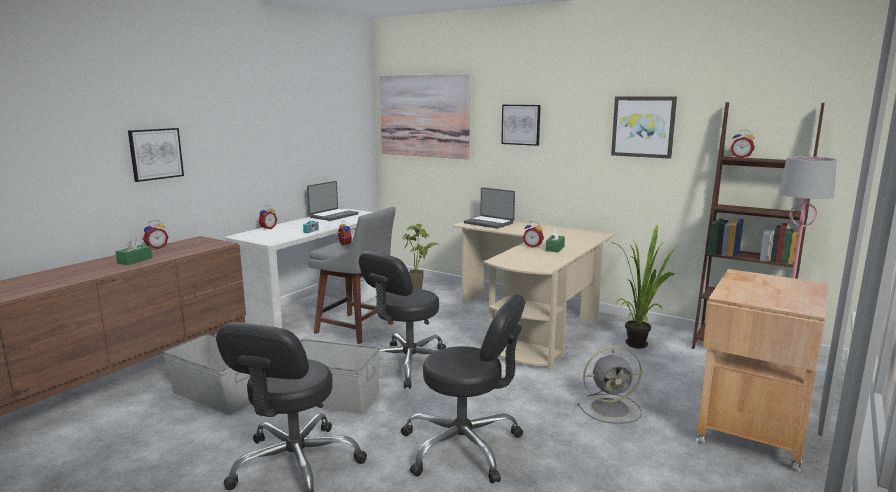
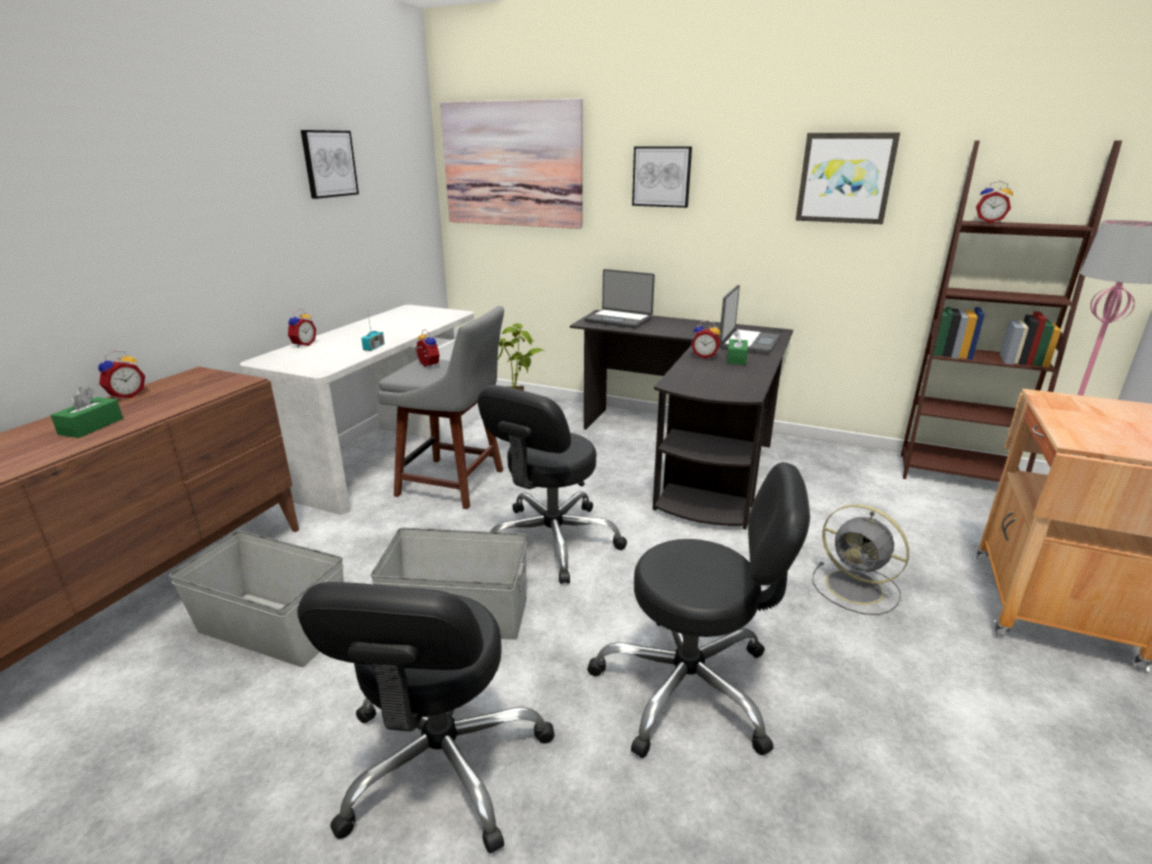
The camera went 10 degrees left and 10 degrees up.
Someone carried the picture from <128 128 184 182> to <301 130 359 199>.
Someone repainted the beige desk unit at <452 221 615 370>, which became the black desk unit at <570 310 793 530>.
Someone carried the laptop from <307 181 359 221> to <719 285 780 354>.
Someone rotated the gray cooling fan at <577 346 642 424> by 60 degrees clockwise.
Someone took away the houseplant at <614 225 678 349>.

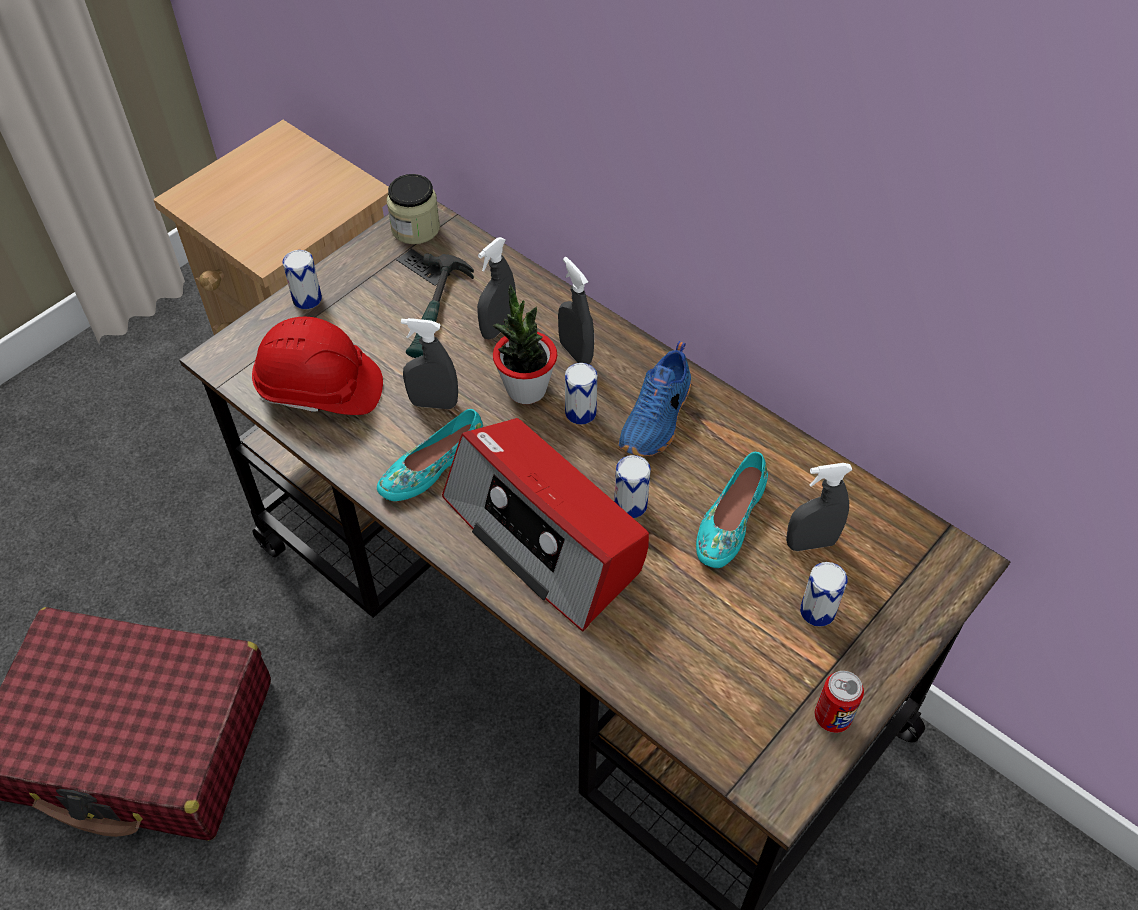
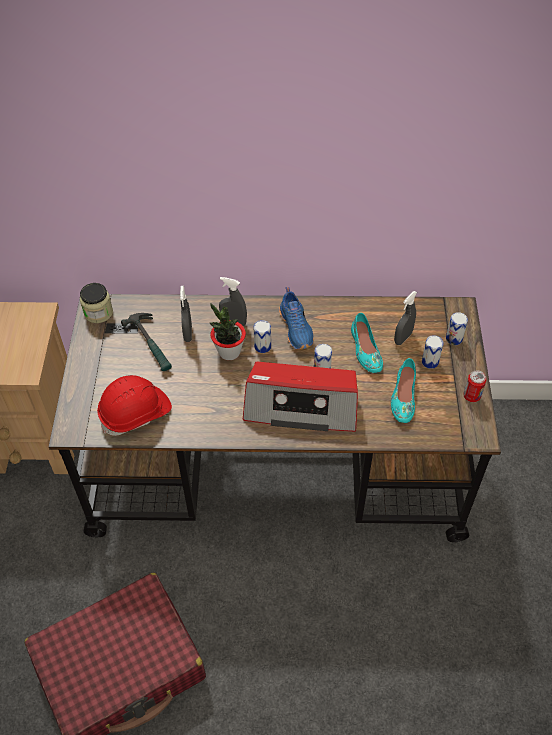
The camera went 40 degrees left and 0 degrees up.
Someone carried the turquoise item of footwear from <377 409 483 501> to <391 358 416 423>.
Someone carried the metal can from <283 250 322 309> to <446 312 468 345>.
Someone took away the gray sprayer at <401 318 458 409>.

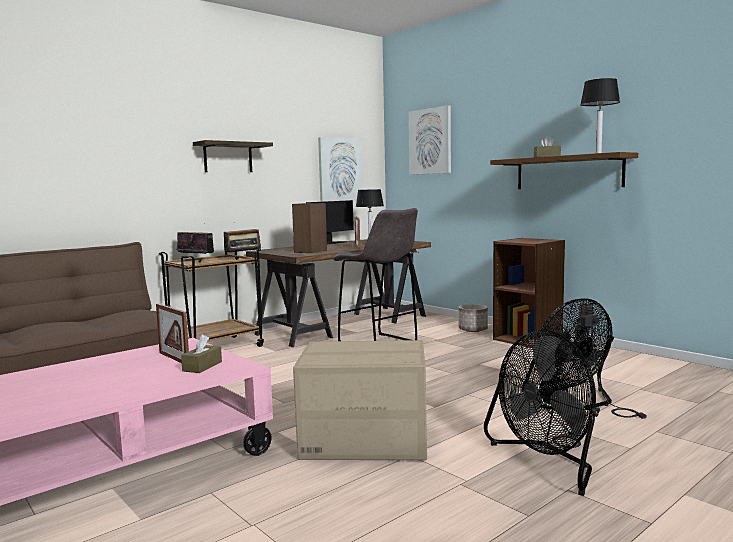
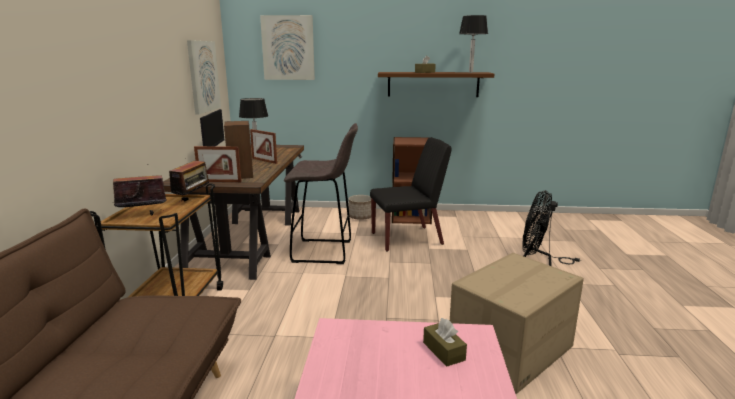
The camera went 45 degrees left and 10 degrees up.
Someone carried the standing frame from <156 303 189 363> to <194 146 242 182>.
Someone put down the black upright chair at <370 137 452 251>.
Someone took away the bracket shelf at <193 140 273 172>.
Someone took away the black cooling fan at <484 330 600 496>.

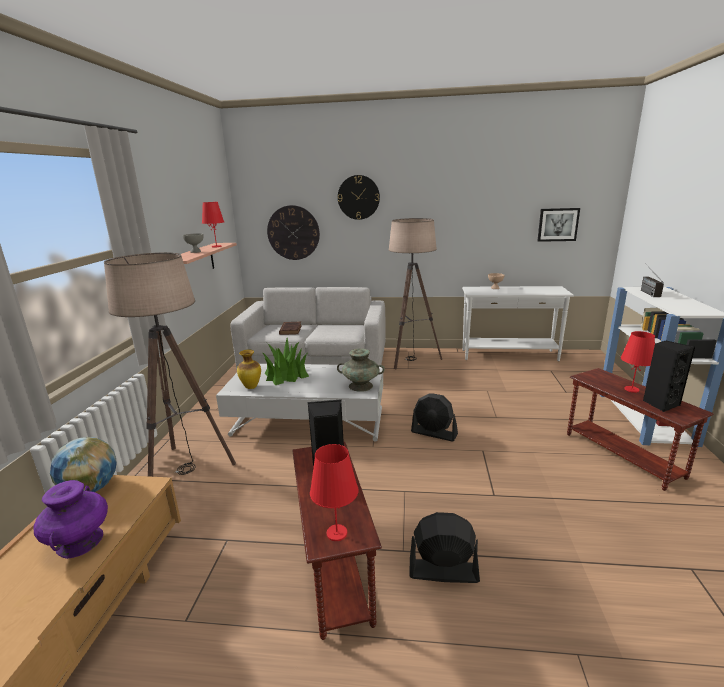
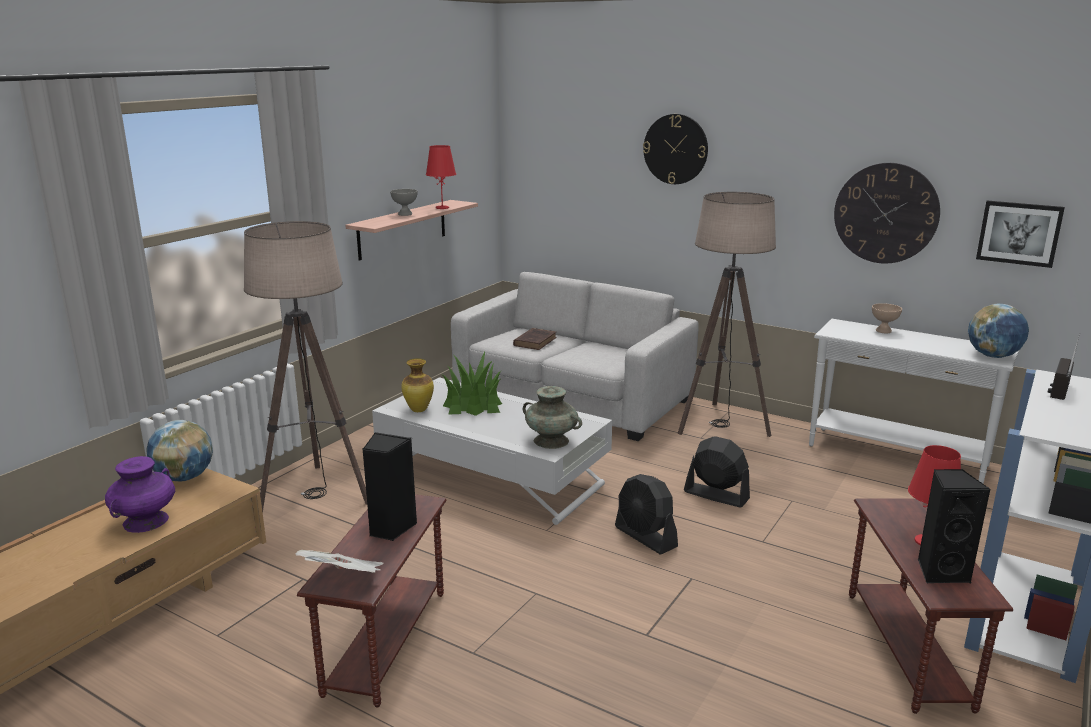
The camera went 25 degrees right and 0 degrees up.
Someone swapped the reddish tabletop lamp at <310 444 359 541> for the newspaper at <296 550 383 573>.
Someone carried the black cooling fan from <410 512 480 583> to <684 437 750 507>.
Someone carried the clock on the wall from <267 205 320 260> to <834 163 940 264>.
Someone put down the world globe at <968 304 1029 358>.

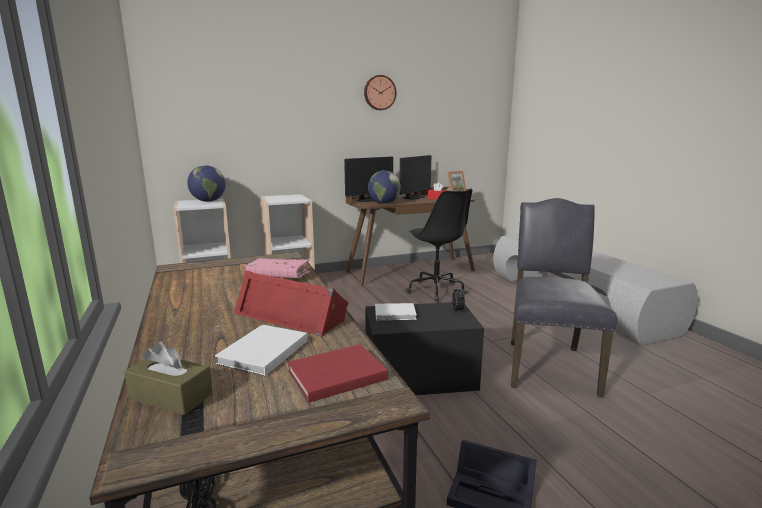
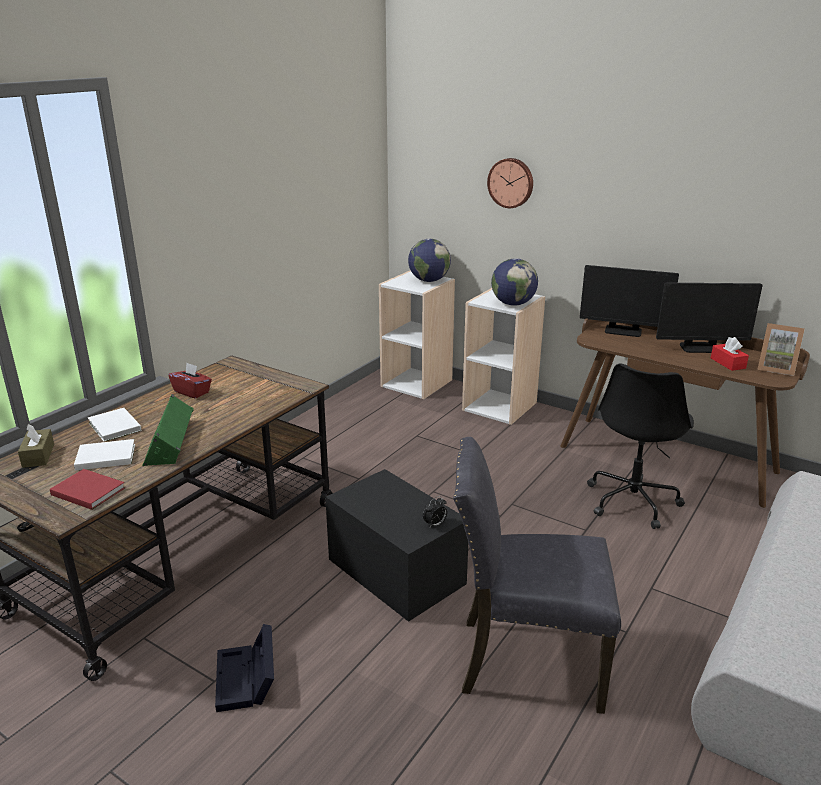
The camera went 55 degrees right and 10 degrees up.
Someone carried the whitish book from <375 303 417 320> to <88 408 141 442>.
Someone repainted the reddish speaker at <234 270 348 337>, which became the green speaker at <142 394 194 466>.
Someone put down the reddish tissue box at <168 363 212 399>.
Someone rotated the gray upright chair at <511 198 617 398> by 150 degrees counterclockwise.
Someone carried the clock on the wall from <364 75 397 110> to <487 158 533 208>.
Someone carried the world globe from <368 170 401 204> to <491 258 538 306>.
Someone took away the pink book at <246 258 310 278>.

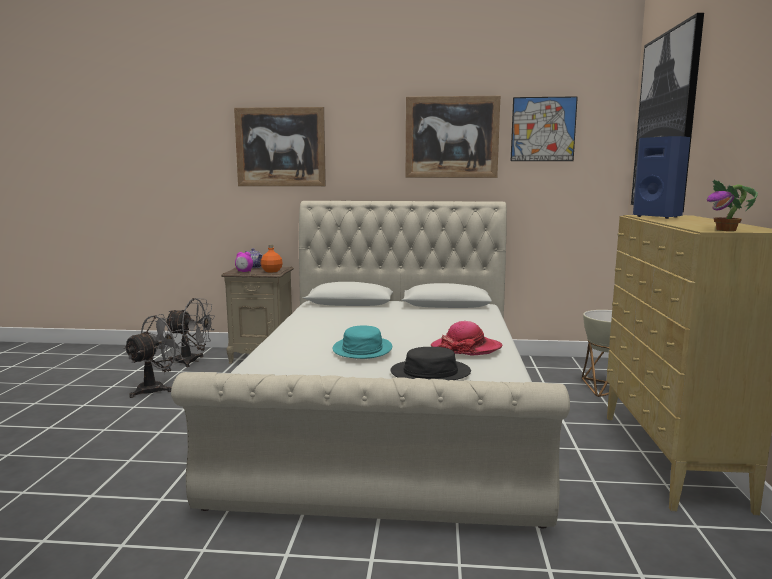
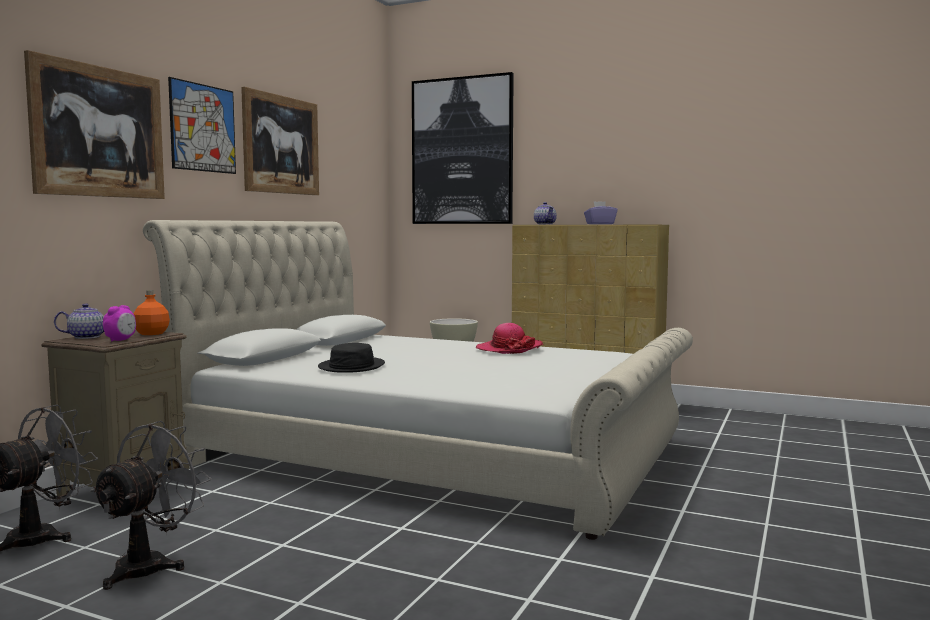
The camera went 70 degrees left and 5 degrees down.
Someone rotated the gray cooling fan at <123 314 186 398> by 60 degrees clockwise.
Someone carried the picture from <511 96 578 161> to <168 77 236 174>.
Someone carried the black wearable hat from <390 347 471 380> to <318 343 385 373>.
Someone swapped the bluish speaker at <633 136 690 219> for the teapot at <534 202 557 224>.
Someone put down the purple tissue box at <584 201 617 224>.
Someone took away the turquoise wearable hat at <332 325 392 359>.
Someone took away the houseplant at <707 180 758 231>.

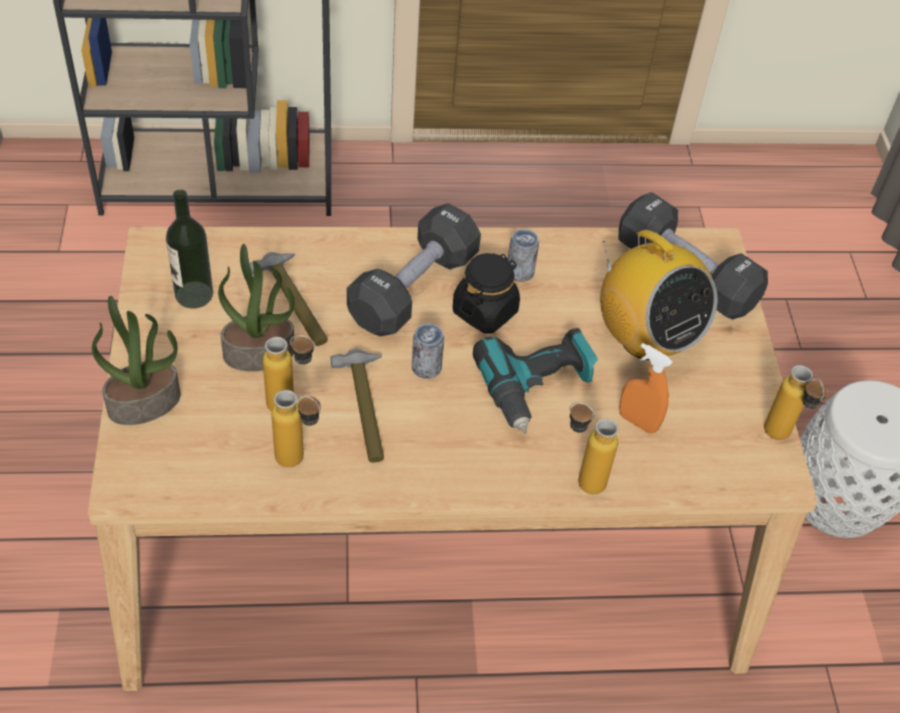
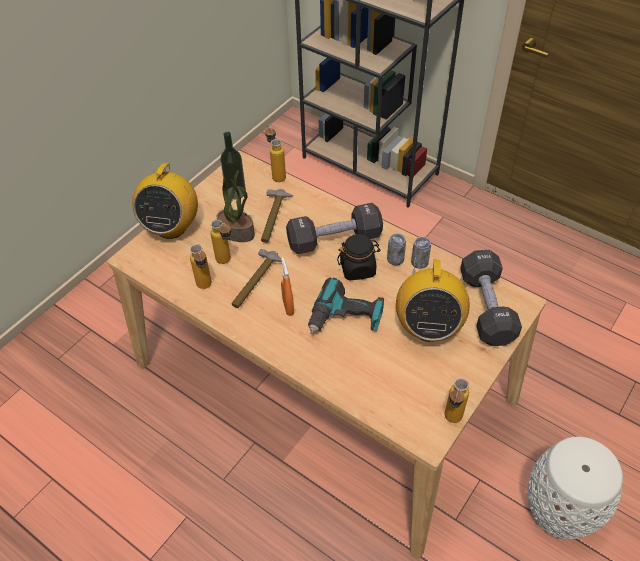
The camera went 45 degrees right and 0 degrees up.
Someone swapped the houseplant at <92 296 180 425> for the radio set at <132 161 198 239>.
Someone carried the bottle from <569 402 618 494> to <265 125 286 182>.
Someone carried the orangey sprayer from <619 343 673 434> to <281 257 294 316>.
Someone carried the metal can from <412 323 444 379> to <411 237 431 269>.

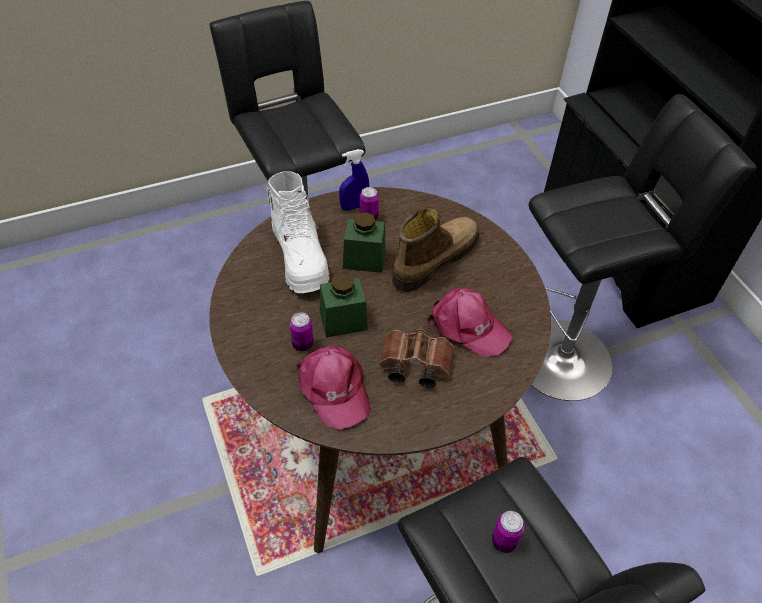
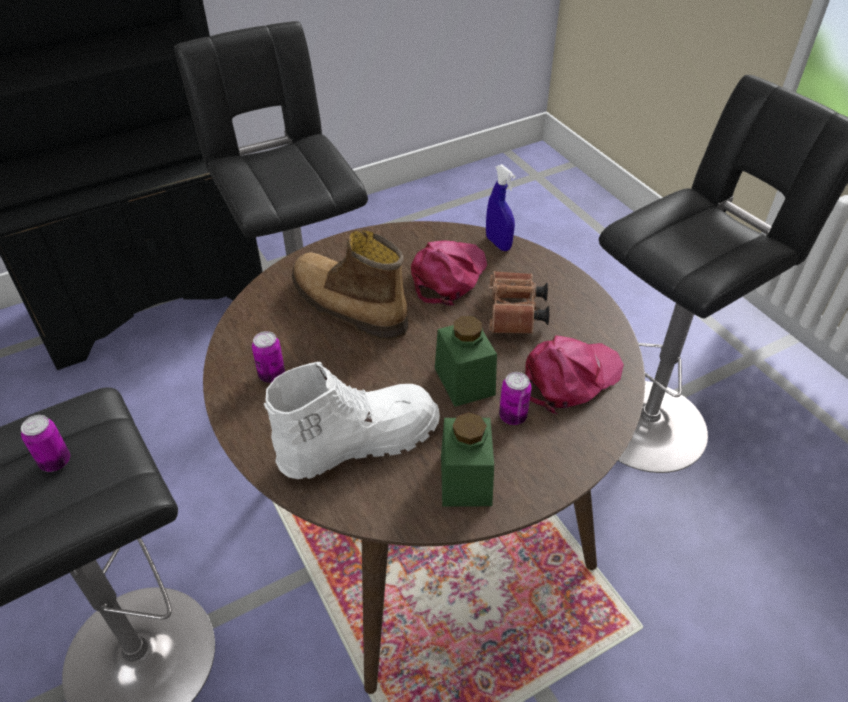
The camera went 95 degrees left and 5 degrees down.
Someone carried the metal can from <492 511 524 553> to <21 415 70 472>.
Someone carried the green jar from <343 212 385 273> to <441 412 494 507>.
Someone carried the bluish sprayer from <339 149 369 211> to <486 164 515 251>.

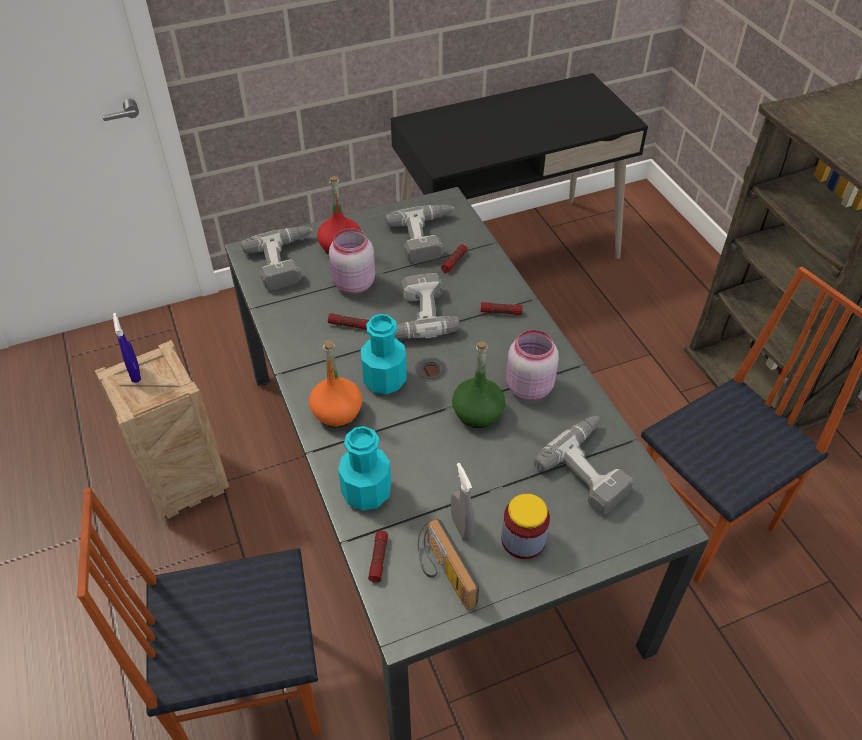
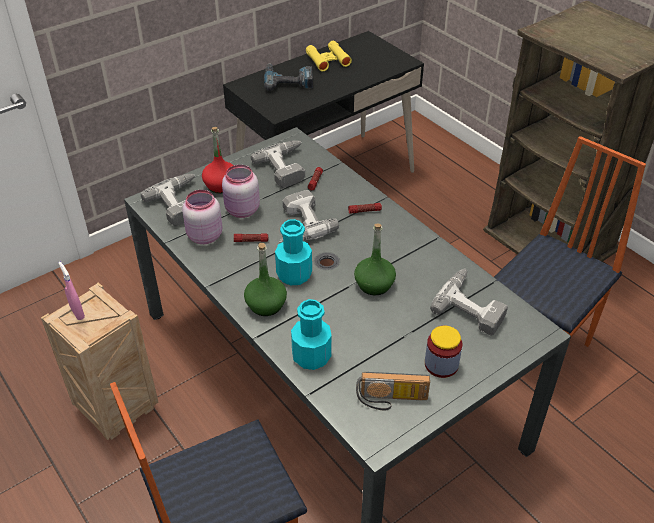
The camera went 15 degrees left and 5 degrees down.
Someone repainted the bluish sprayer at <113 313 141 383>, which became the pink sprayer at <59 262 85 320>.
Someone carried the pink jar from <506 330 559 400> to <182 190 223 244>.
Someone repainted the orangey bottle at <309 340 362 427>, which became the green bottle at <244 243 287 316>.
Someone put down the electric drill at <264 63 313 91>.
Someone put down the yellow-coloured field glasses at <306 41 352 71>.
Someone rotated the radio set at <418 519 479 610> by 45 degrees counterclockwise.
Someone took away the flashlight at <368 530 388 583>.
Someone took away the gray sprayer at <451 463 475 541>.

